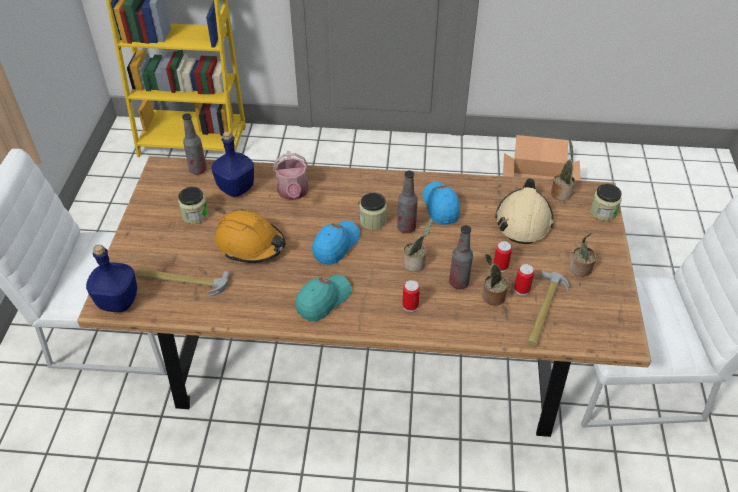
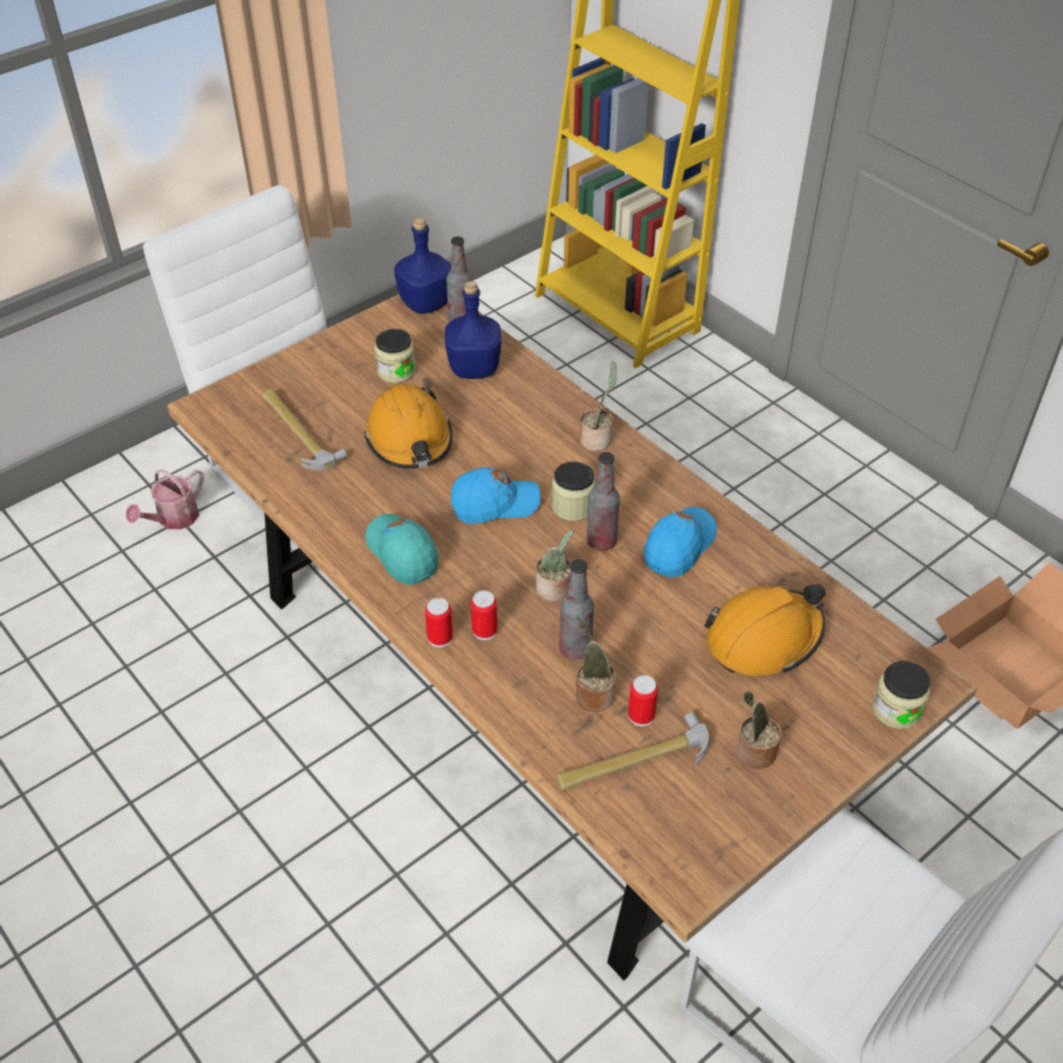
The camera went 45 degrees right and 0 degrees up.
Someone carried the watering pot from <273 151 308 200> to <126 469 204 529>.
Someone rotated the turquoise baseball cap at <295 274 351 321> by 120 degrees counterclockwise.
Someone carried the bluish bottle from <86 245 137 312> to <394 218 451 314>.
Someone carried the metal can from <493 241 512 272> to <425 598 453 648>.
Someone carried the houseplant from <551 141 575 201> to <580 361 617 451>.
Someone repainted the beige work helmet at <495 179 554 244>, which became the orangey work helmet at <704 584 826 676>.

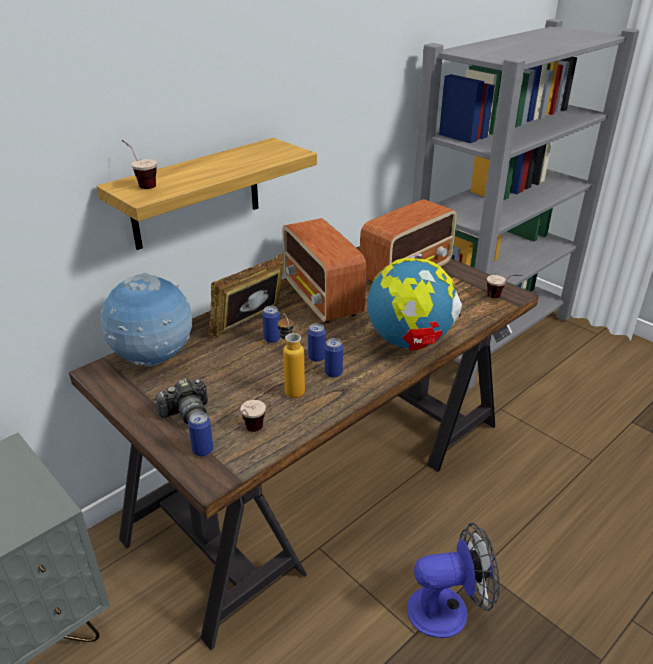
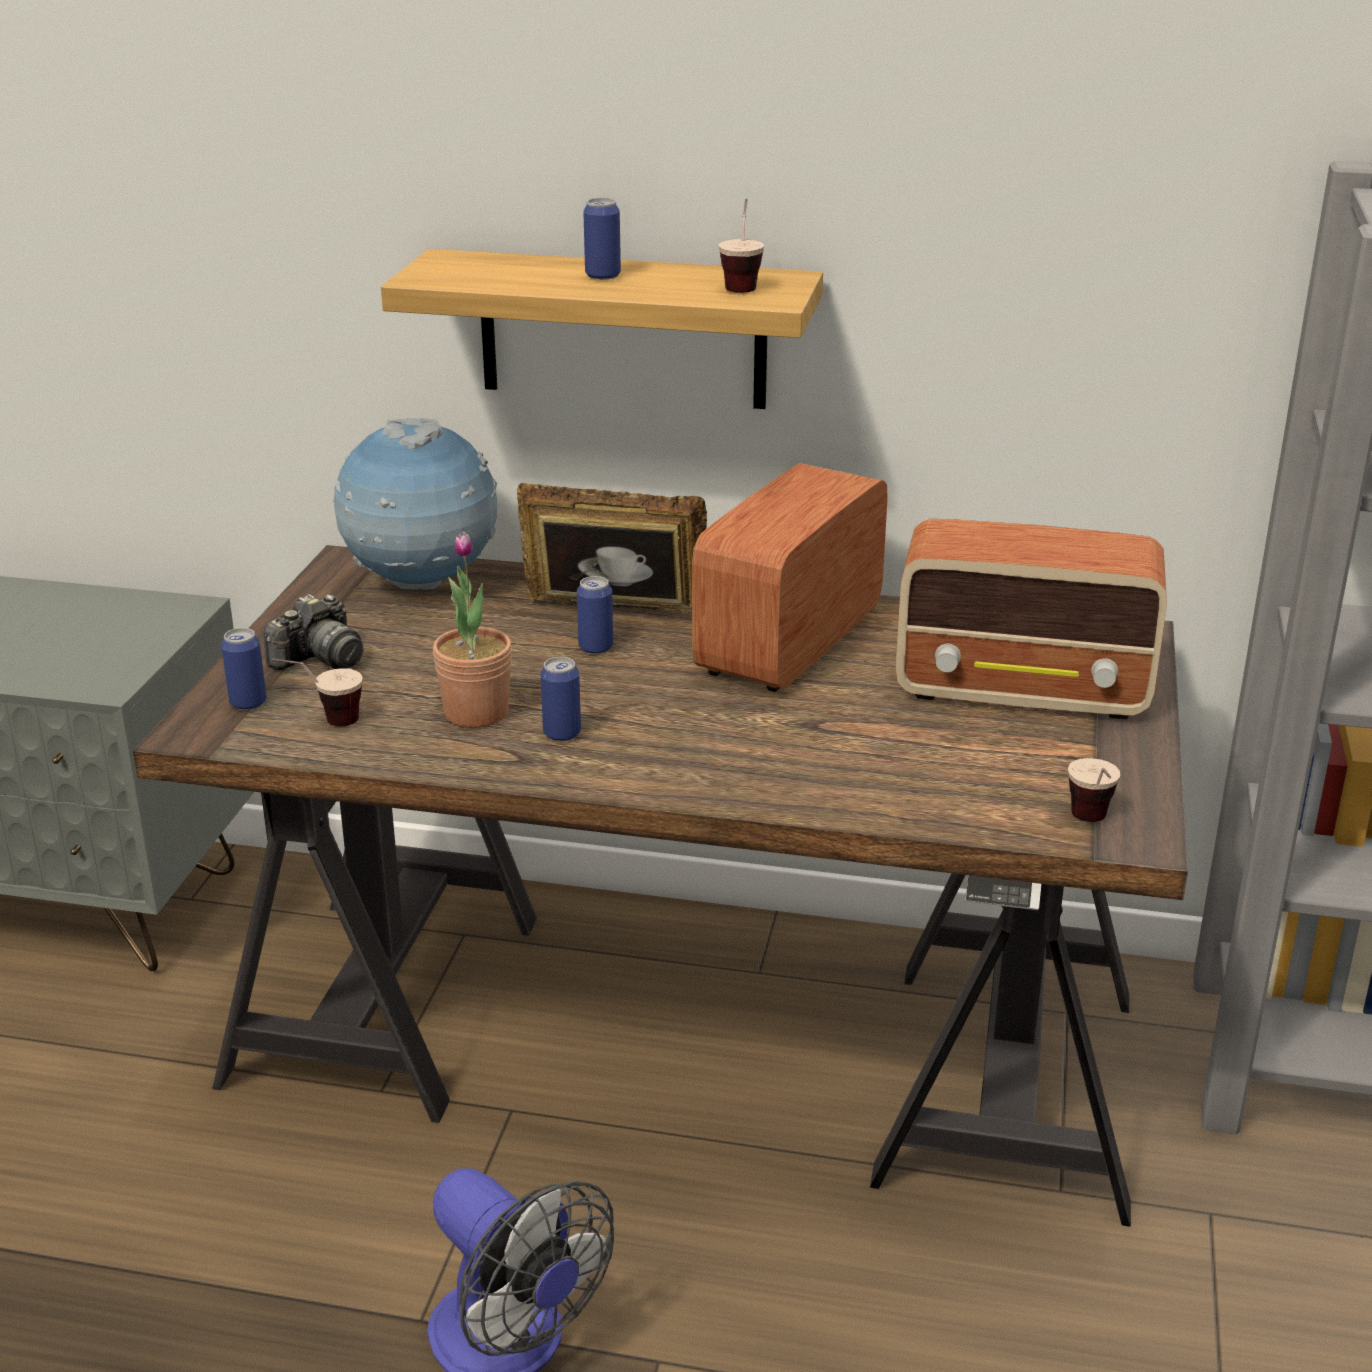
The camera went 55 degrees right and 5 degrees down.
Someone rotated the photo camera at <155 379 208 424> by 75 degrees counterclockwise.
Someone swapped the bottle at <278 313 305 398> for the houseplant at <433 531 512 728>.
Someone carried the metal can from <308 323 326 362> to <583 198 621 280>.
Someone carried the cup from <122 140 157 189> to <718 199 764 293>.
Someone took away the world globe at <367 254 462 351>.

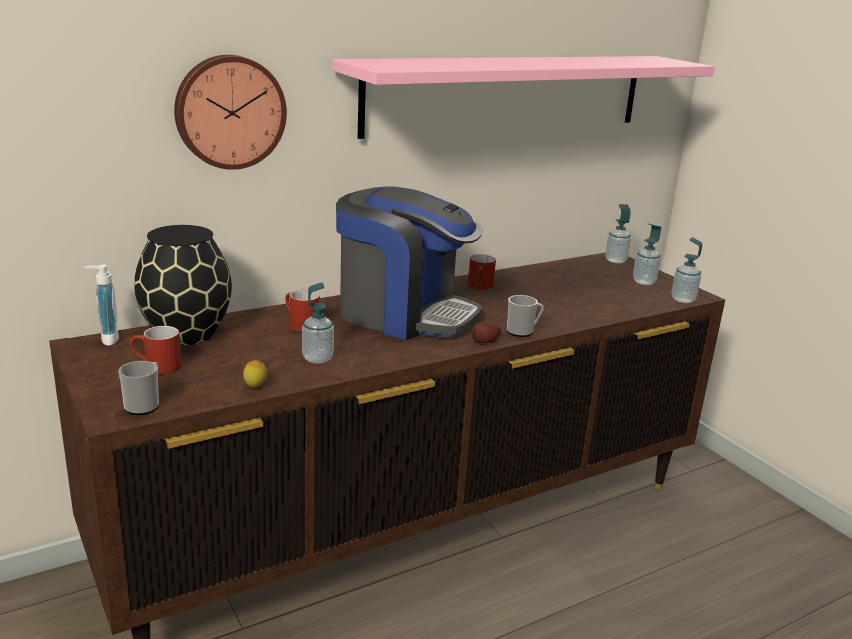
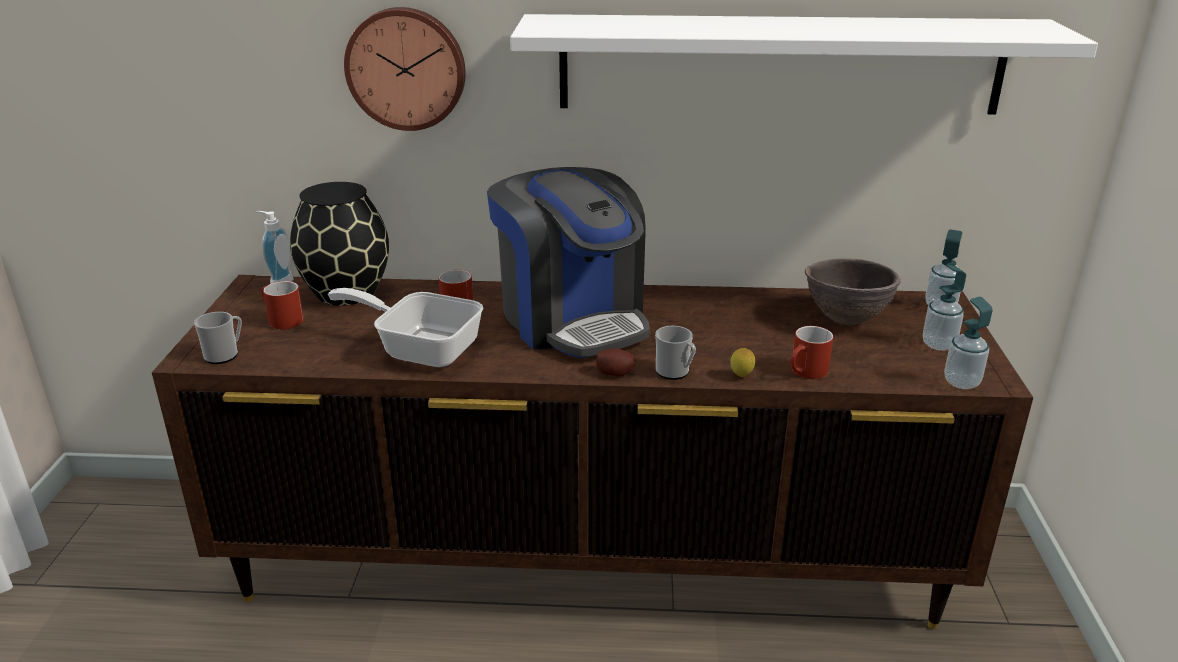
The camera went 35 degrees right and 5 degrees up.
Someone swapped the liquid soap bottle at <302 283 334 364> for the pan at <328 288 483 367>.
Someone repainted the pink bracket shelf at <332 56 715 139>, which became the whitish bracket shelf at <510 14 1098 115>.
Someone carried the whole lemon from <243 360 267 388> to <730 348 755 377>.
Someone carried the reddish tea mug from <468 254 496 290> to <790 326 833 379>.
Someone put down the brownish deep dish at <805 258 901 326>.

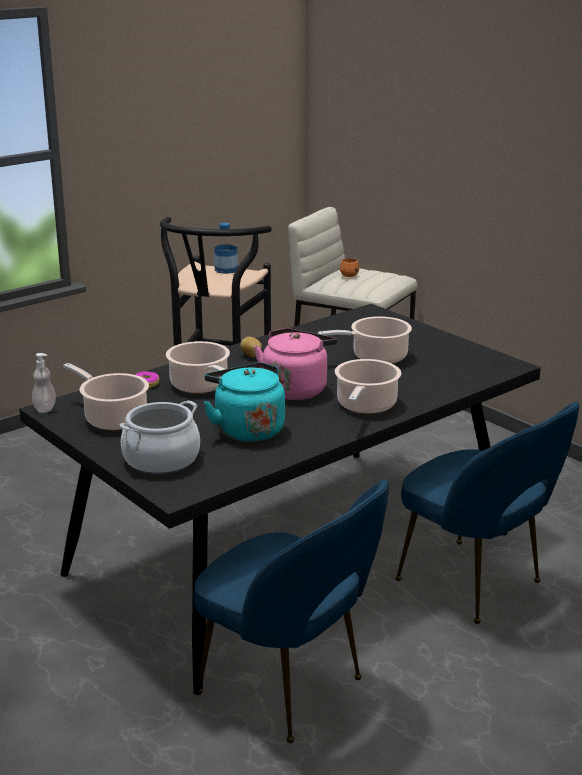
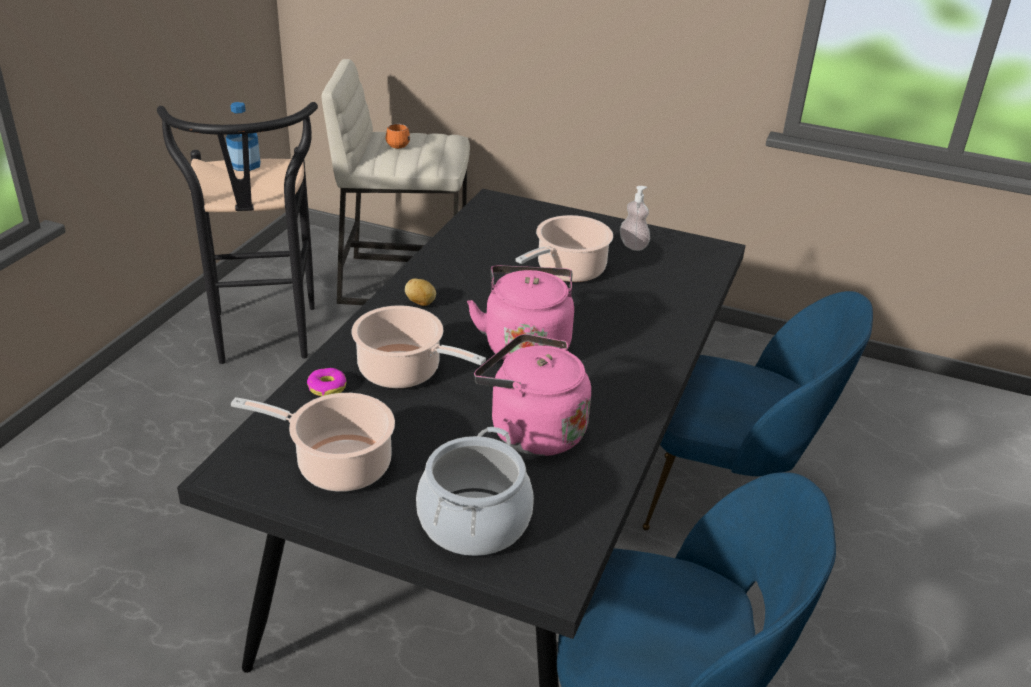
The camera went 30 degrees left and 10 degrees up.
Someone repainted the turquoise tea kettle at <204 362 285 442>, which became the pink tea kettle at <474 334 591 456>.
Someone carried the liquid soap bottle from <32 353 56 413> to <620 186 650 251>.
Someone took away the saucepot at <335 359 401 414>.

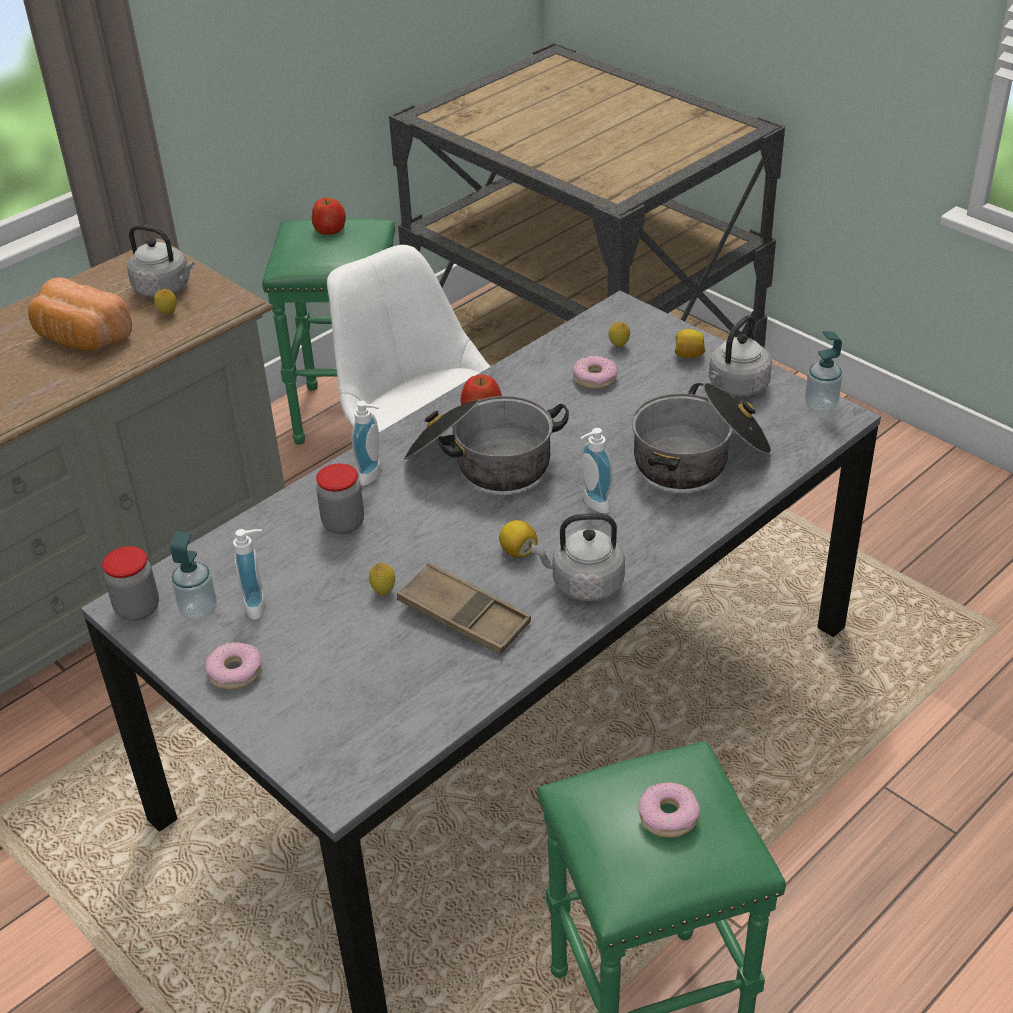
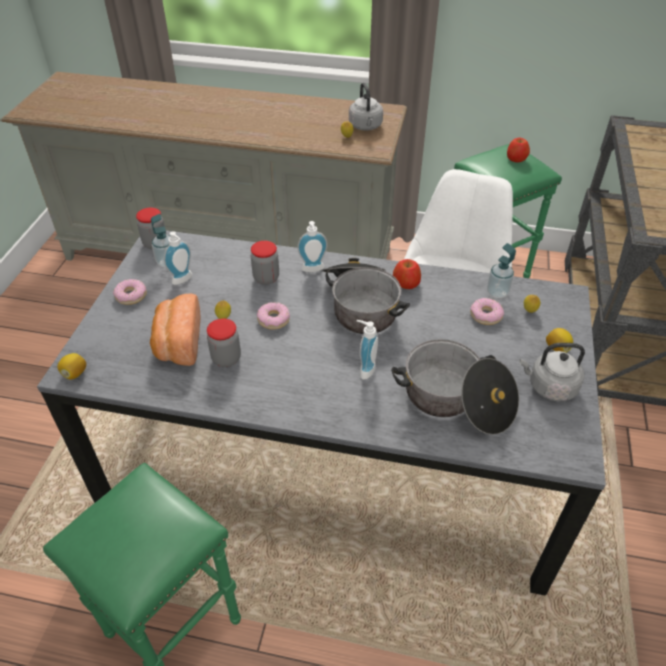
The camera went 55 degrees right and 5 degrees up.
Someone carried the whole lemon from <499 520 538 557> to <57 353 86 380>.
Someone carried the bread from <28 277 132 351> to <150 294 200 366>.
Someone swapped the brownish tray at <397 563 531 655> for the jar at <207 319 241 367>.
Someone carried the doughnut from <638 783 700 838> to <257 302 290 330>.
Someone carried the liquid soap bottle from <805 331 843 412> to <487 243 516 298>.
Someone took away the gray tea kettle at <531 513 625 601>.

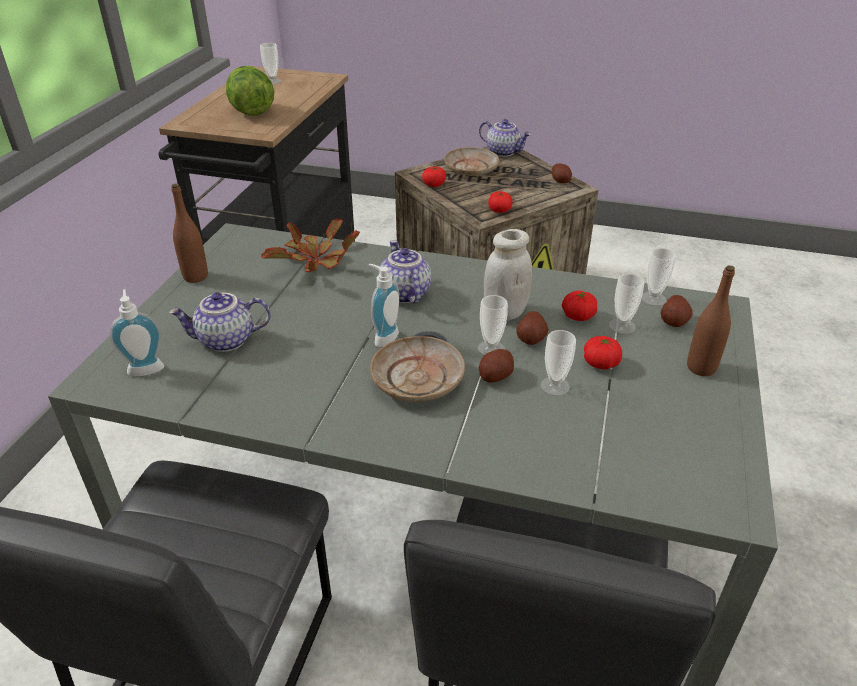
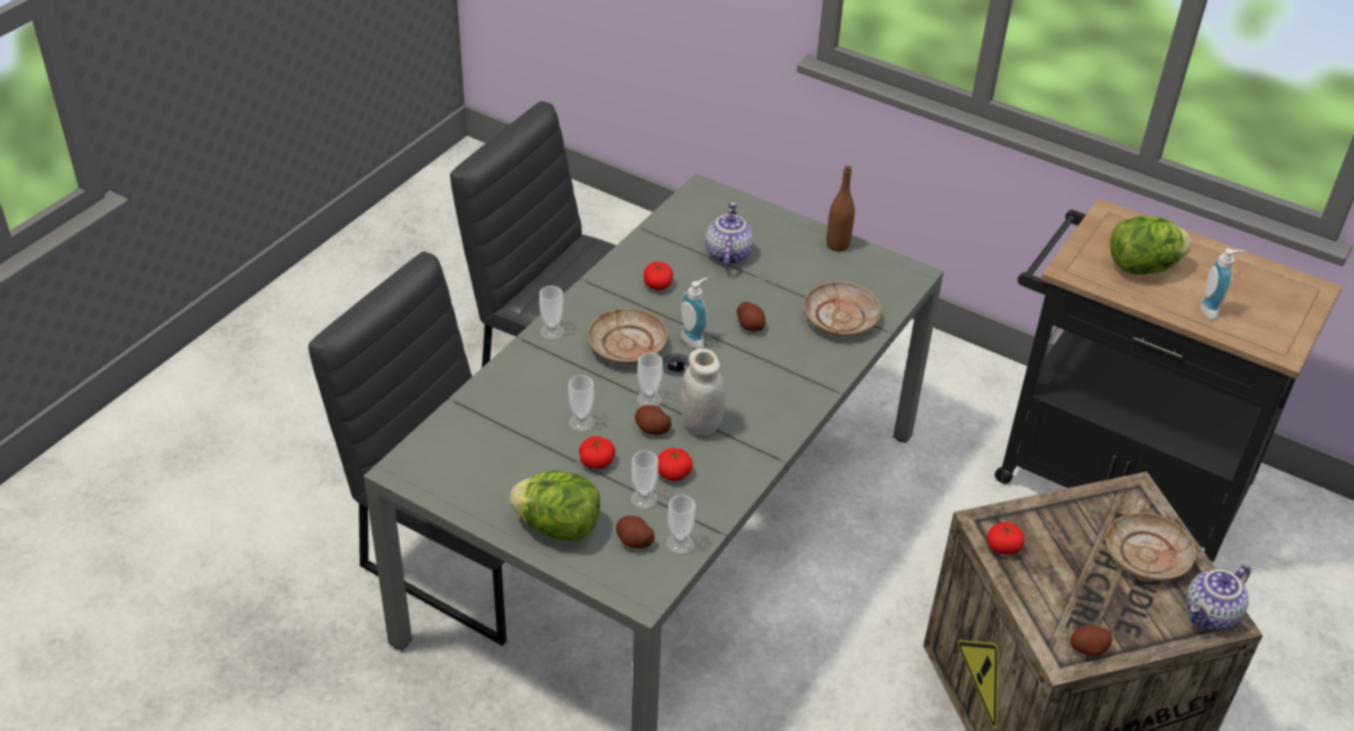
The camera went 105 degrees right and 5 degrees up.
Someone swapped the brownish bottle at <687 265 735 376> for the lettuce head at <510 471 600 541>.
Someone carried the cup from <260 43 281 85> to <539 286 564 340>.
Someone carried the whole tomato from <422 166 446 187> to <644 262 673 290>.
Someone carried the potato from <479 349 514 383> to <737 302 765 332>.
Someone swapped the houseplant at <261 218 360 272> for the beige plate at <804 281 881 337>.
Someone carried the liquid soap bottle from <109 289 164 376> to <1200 248 1246 320>.
Someone took away the teapot at <379 240 431 303>.

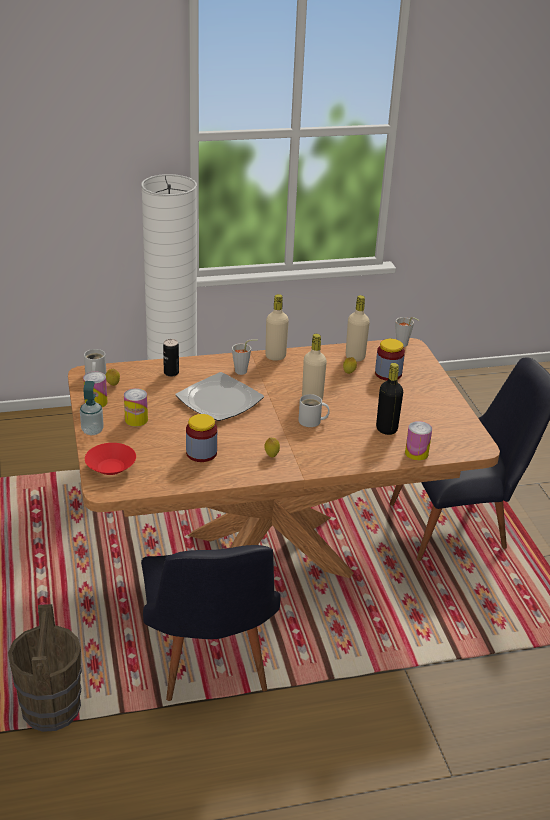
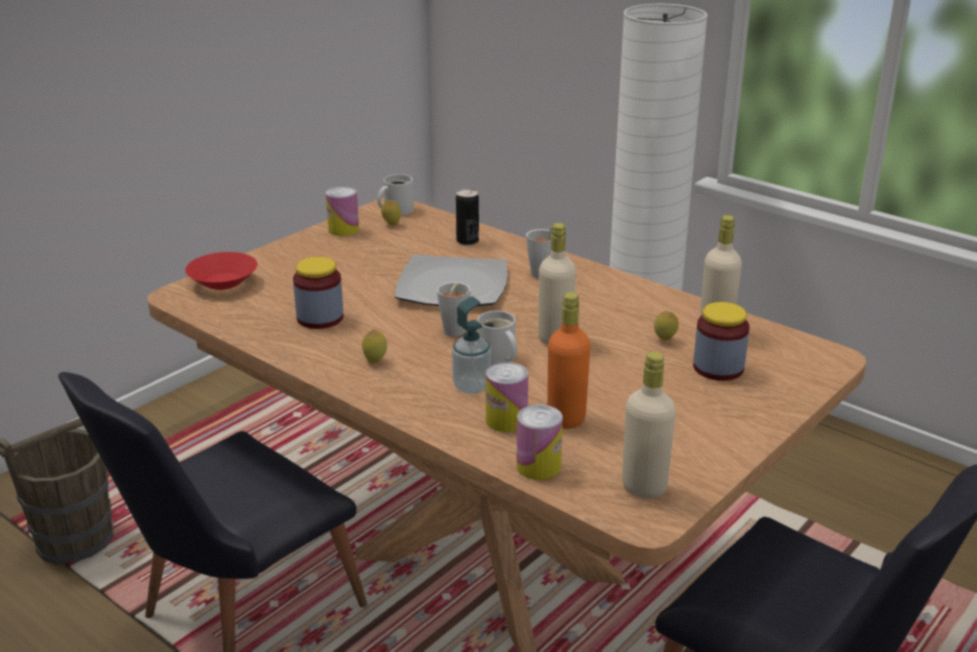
The camera went 55 degrees right and 5 degrees down.
Someone carried the gray cup from <396 317 419 347> to <437 282 471 337>.
Someone carried the liquid soap bottle from <80 381 104 435> to <452 296 491 394>.
Someone carried the metal can from <124 388 148 427> to <486 362 528 432>.
Someone repainted the black bottle at <376 363 403 435>, which became the orangey bottle at <547 292 591 429>.
Someone carried the beige bottle from <265 294 289 361> to <622 352 676 498>.

